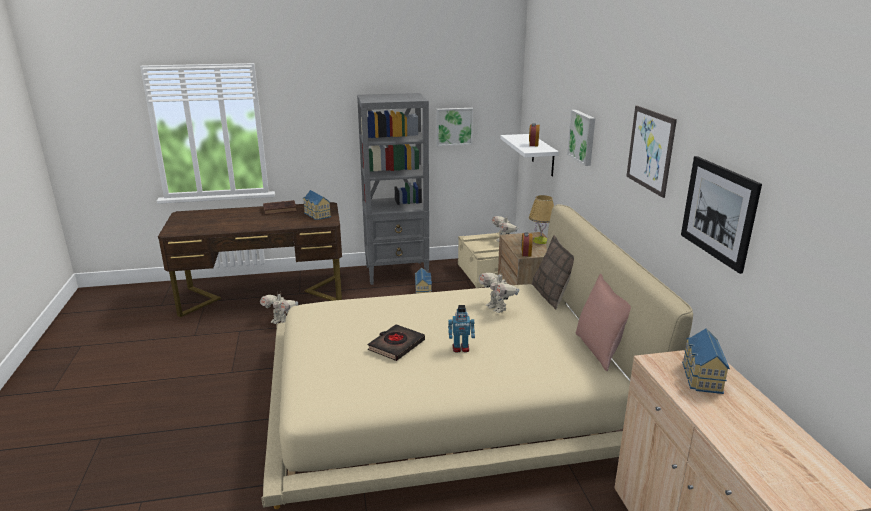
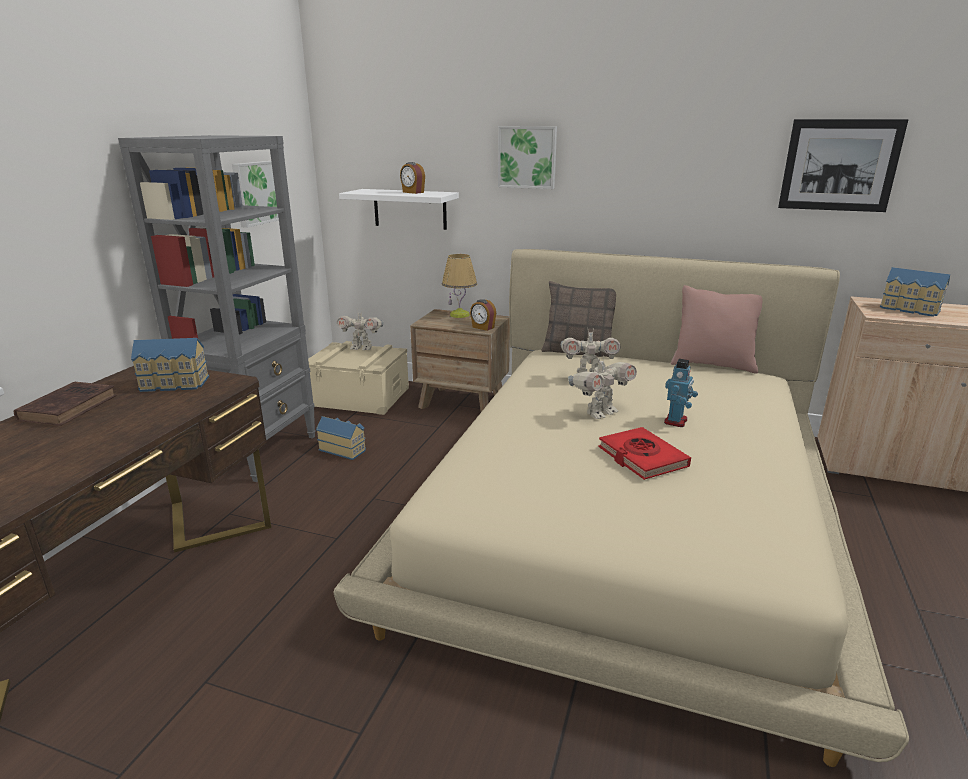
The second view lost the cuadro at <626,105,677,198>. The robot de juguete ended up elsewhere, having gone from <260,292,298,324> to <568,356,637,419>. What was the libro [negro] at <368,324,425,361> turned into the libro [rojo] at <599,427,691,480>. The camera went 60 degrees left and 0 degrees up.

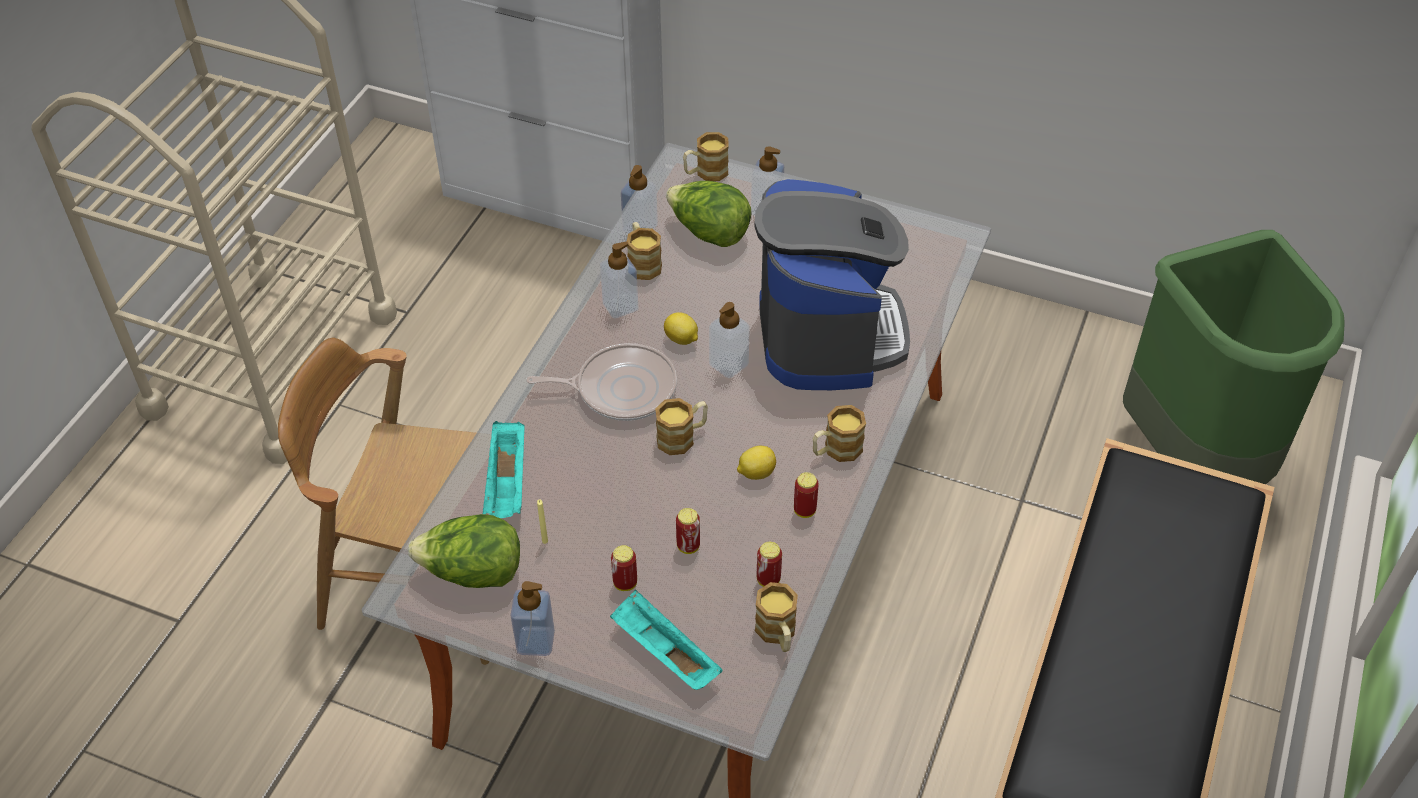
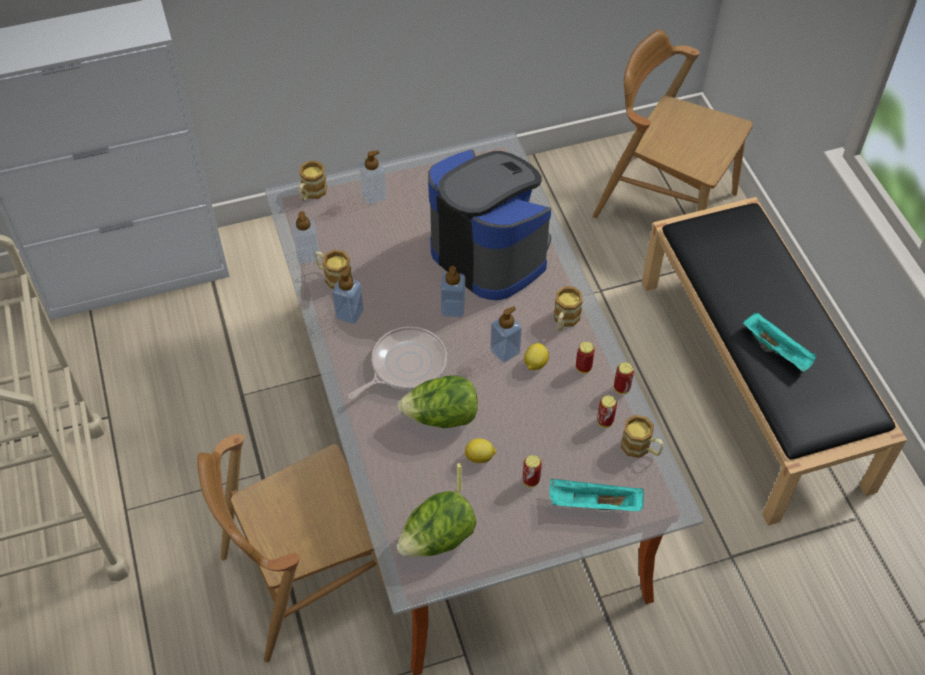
The second view lost the taza grande at <655,398,708,455>. The bandeja [turquesa] ended up elsewhere, having gone from <483,421,525,518> to <743,313,816,372>. The dispensador de jabón ended up elsewhere, having gone from <510,581,555,656> to <490,306,522,363>. The limón ended up elsewhere, having gone from <664,312,698,345> to <465,438,496,463>. The lechuga ended up elsewhere, having gone from <666,181,752,247> to <397,375,478,428>. The lata ended up elsewhere, having gone from <676,508,700,554> to <614,362,634,394>. Where the papelera [verde] stood at <1123,230,1345,484>, the silla [marrón] came to stand at <593,30,753,218>. The camera went 40 degrees left and 5 degrees up.

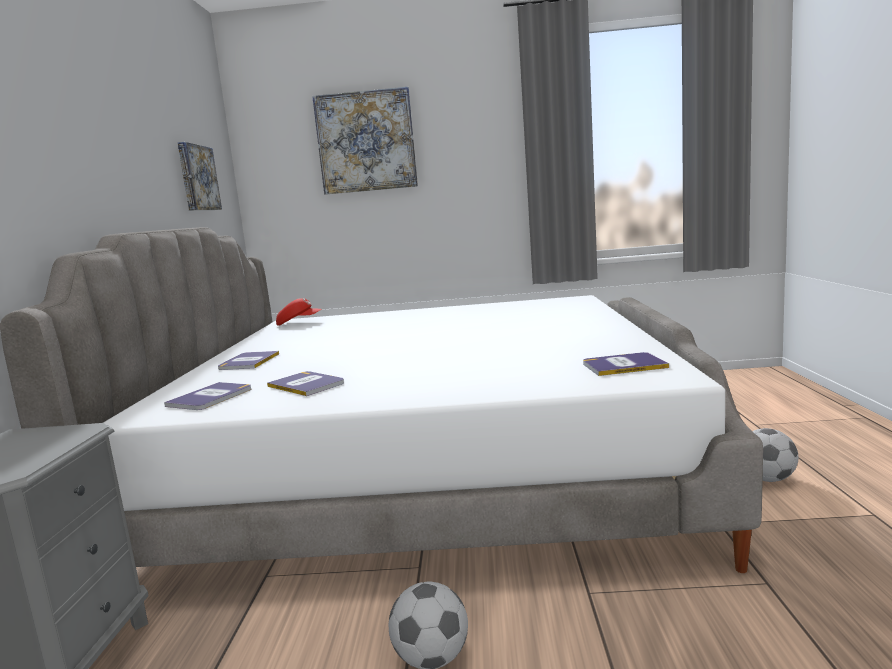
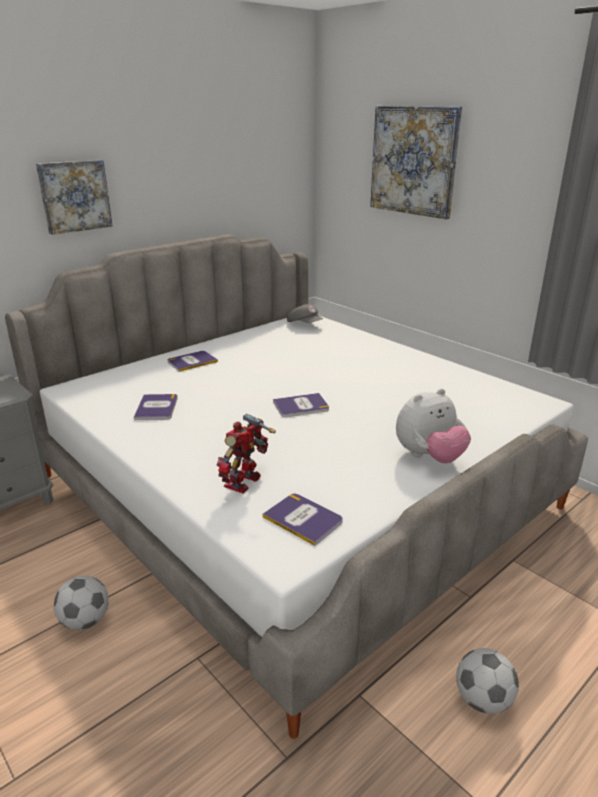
The second view gained the robot de juguete at <216,413,276,494>. The second view gained the peluche at <396,389,471,463>. The libro ended up elsewhere, having gone from <164,382,251,410> to <273,393,329,417>. The cuadro ended up elsewhere, having gone from <178,142,222,210> to <36,160,112,235>. What was the gorra [rojo] at <276,298,321,326> turned into the gorra [gris] at <287,304,323,323>. The camera went 45 degrees right and 15 degrees up.

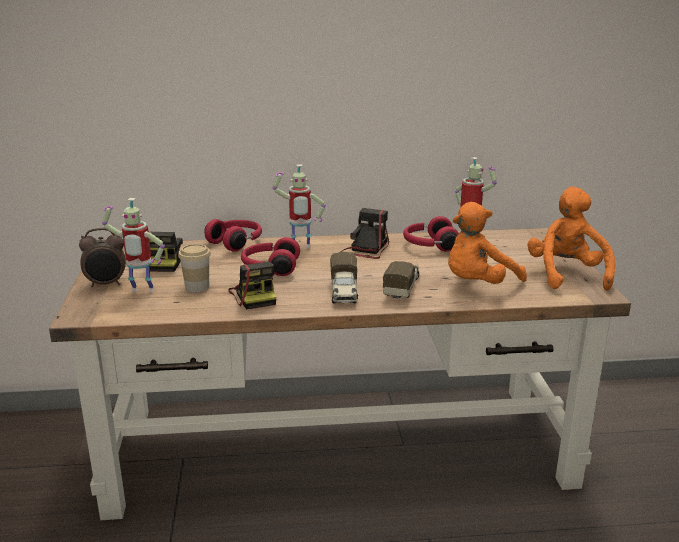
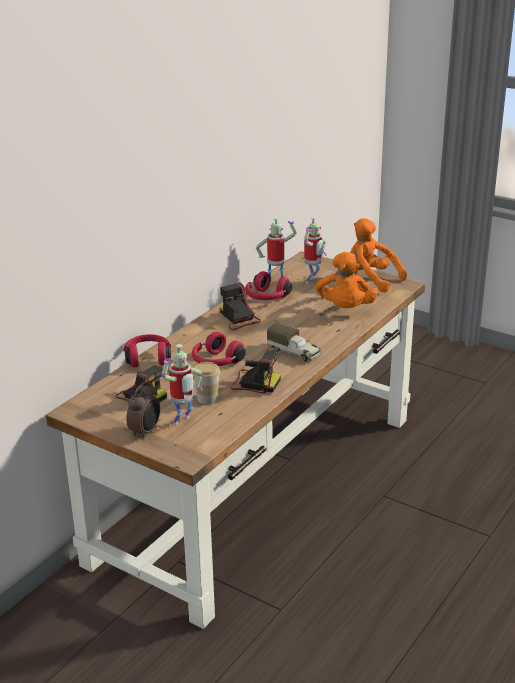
The second view lost the camión de juguete at <383,261,419,300>. The robot de juguete ended up elsewhere, having gone from <273,164,326,248> to <304,217,327,284>. The camera went 50 degrees left and 5 degrees up.

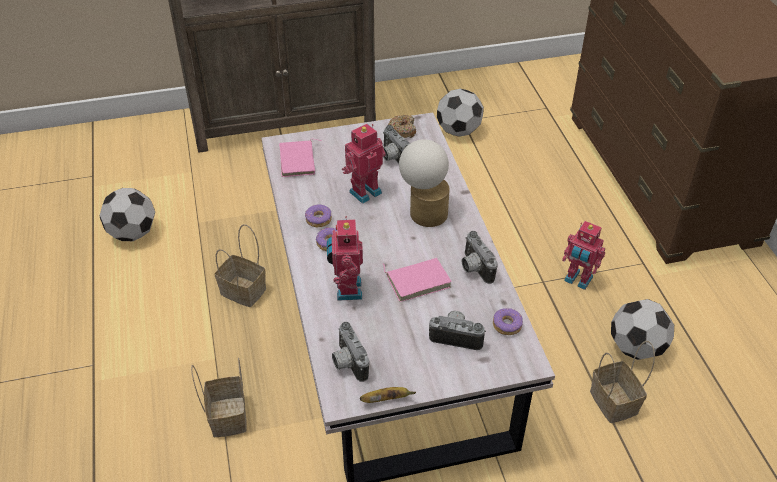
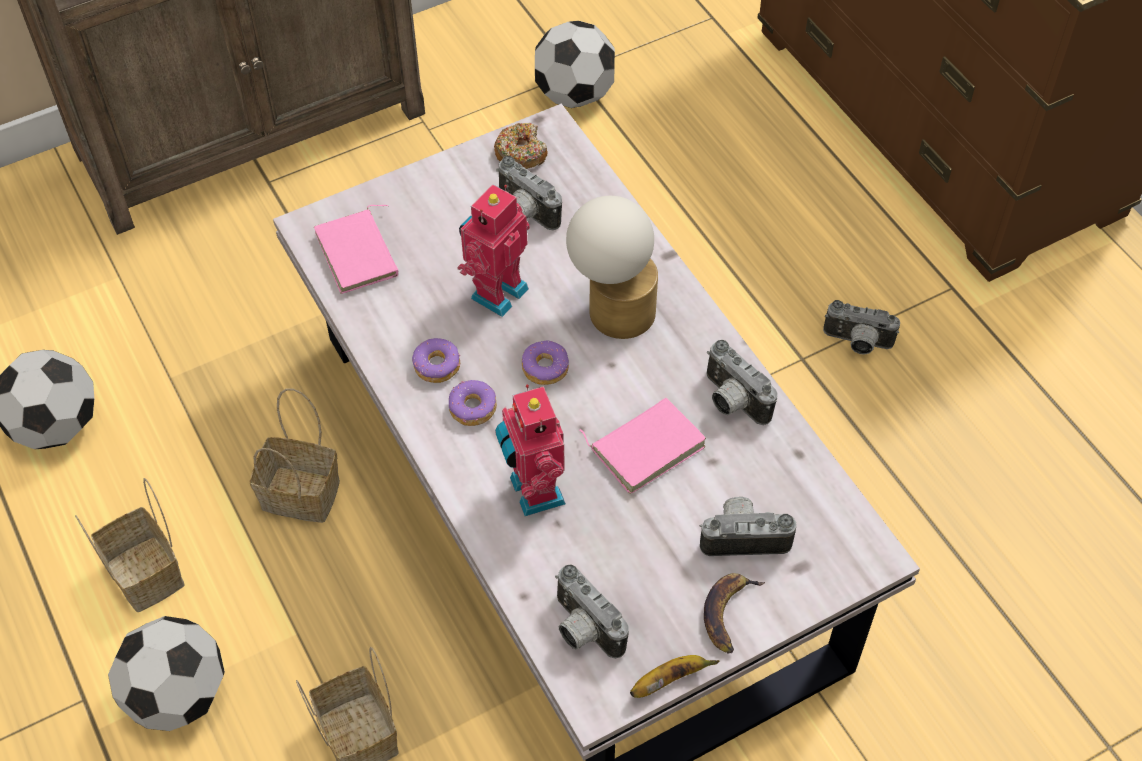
The second view gained the plátano at <704,573,765,654>. The rosquilla ended up elsewhere, having gone from <493,308,523,335> to <522,341,569,385>. The cesta ended up elsewhere, having gone from <590,341,655,423> to <75,478,185,612>. The balón de fútbol ended up elsewhere, having gone from <611,299,674,360> to <108,616,225,731>. Where the robot de juguete stood at <562,221,605,290>, the cámara came to stand at <823,300,900,355>. The camera went 15 degrees left and 10 degrees up.

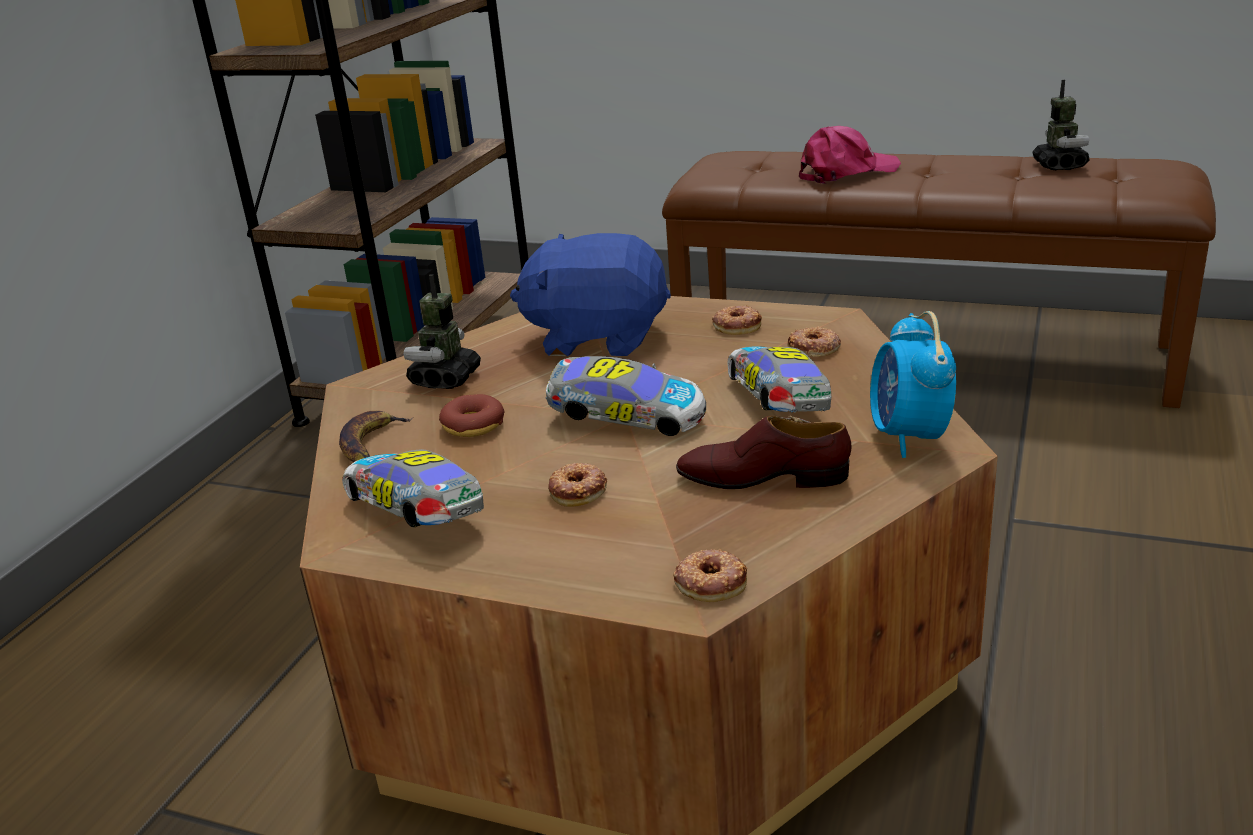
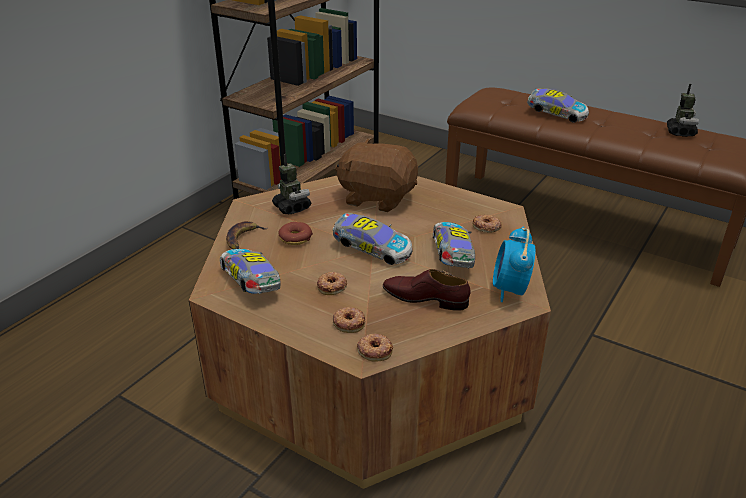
The rosquilla ended up elsewhere, having gone from <712,305,762,335> to <333,307,366,333>. Where the gorra [rosa] stood at <799,126,901,184>, the coche de juguete came to stand at <528,88,589,123>. What was the peluche [azul] at <510,233,671,357> turned into the peluche [marrón] at <335,138,418,212>. The robot de juguete at <404,275,481,389> ended up facing another way, 120 degrees clockwise from before. The camera went 10 degrees right and 5 degrees up.

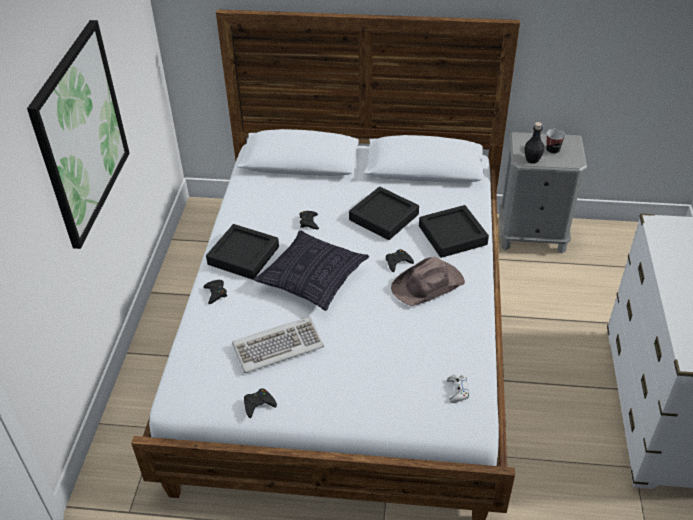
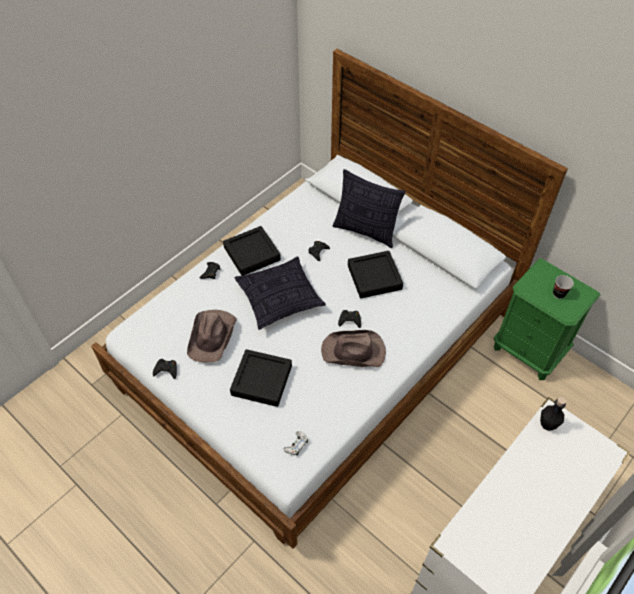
The second view lost the cuadro at <27,20,129,249>. The second view gained the cojín at <333,169,405,248>. The bandeja [negro] ended up elsewhere, having gone from <419,205,489,258> to <230,349,292,407>. The botella [negro] ended up elsewhere, having gone from <525,122,544,164> to <540,397,566,431>. Where the teclado stood at <232,317,324,373>, the sombrero [marrón] came to stand at <187,310,237,362>. What was the mesita de noche [gris] at <499,132,587,254> turned into the mesita de noche [verde] at <494,258,600,380>. The camera went 35 degrees right and 10 degrees up.

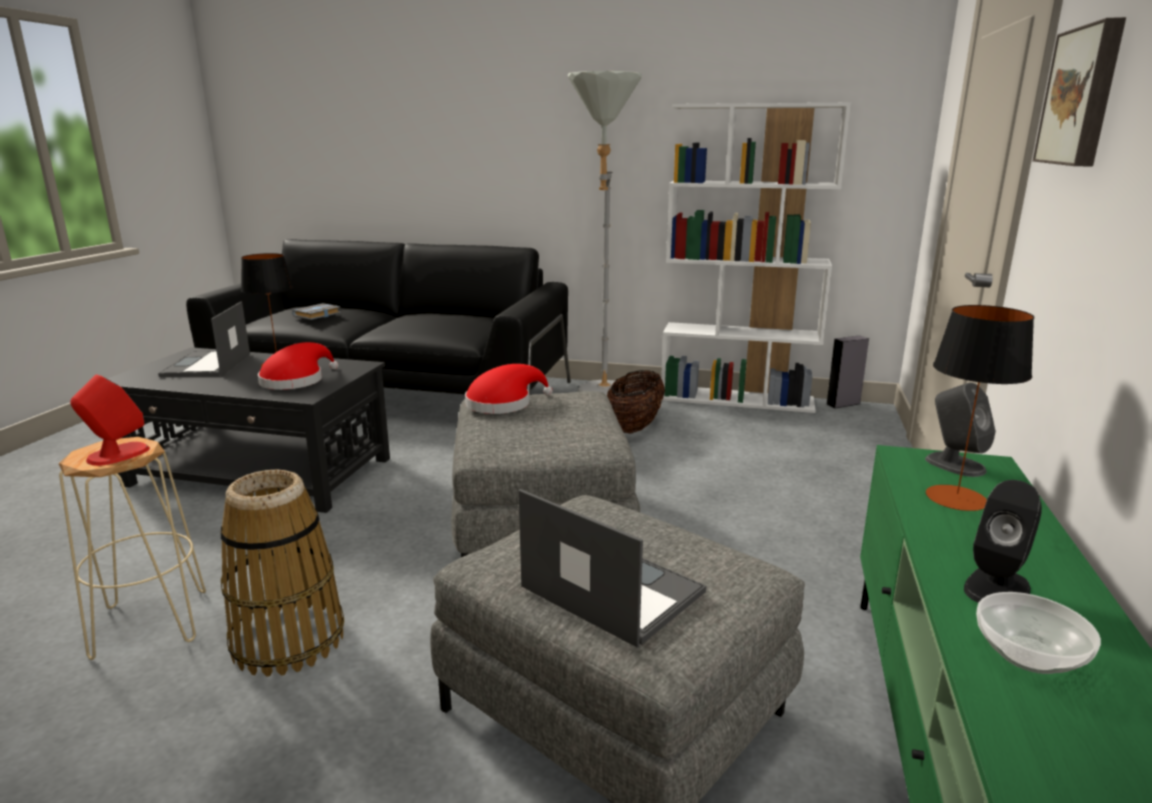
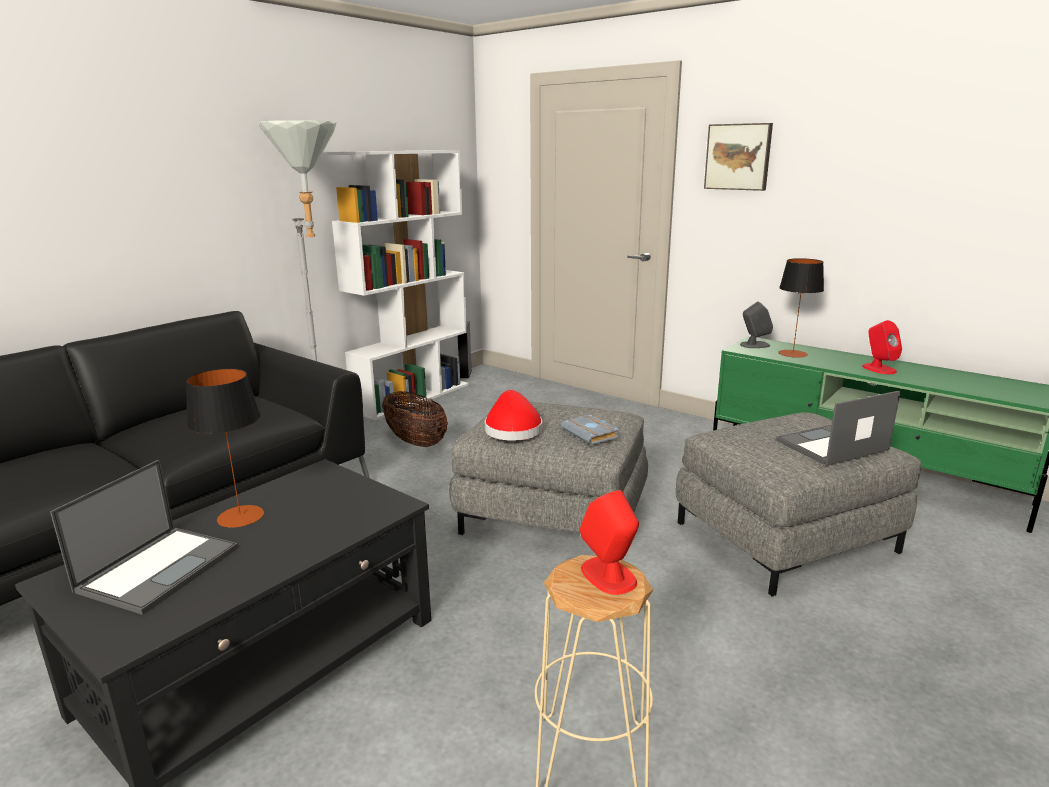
The second view lost the cesta at <221,470,344,677>. The second view lost the sombrero [rojo] at <258,342,338,390>. The second view lost the cuenco at <976,592,1101,674>. The libro [gris] ended up elsewhere, having gone from <292,303,341,320> to <561,414,620,445>. What was the altavoz [negro] at <964,480,1042,603> turned into the altavoz [rojo] at <862,320,902,374>. The portátil at <158,301,250,377> ended up facing another way, 90 degrees counterclockwise from before. The camera went 65 degrees left and 0 degrees up.

